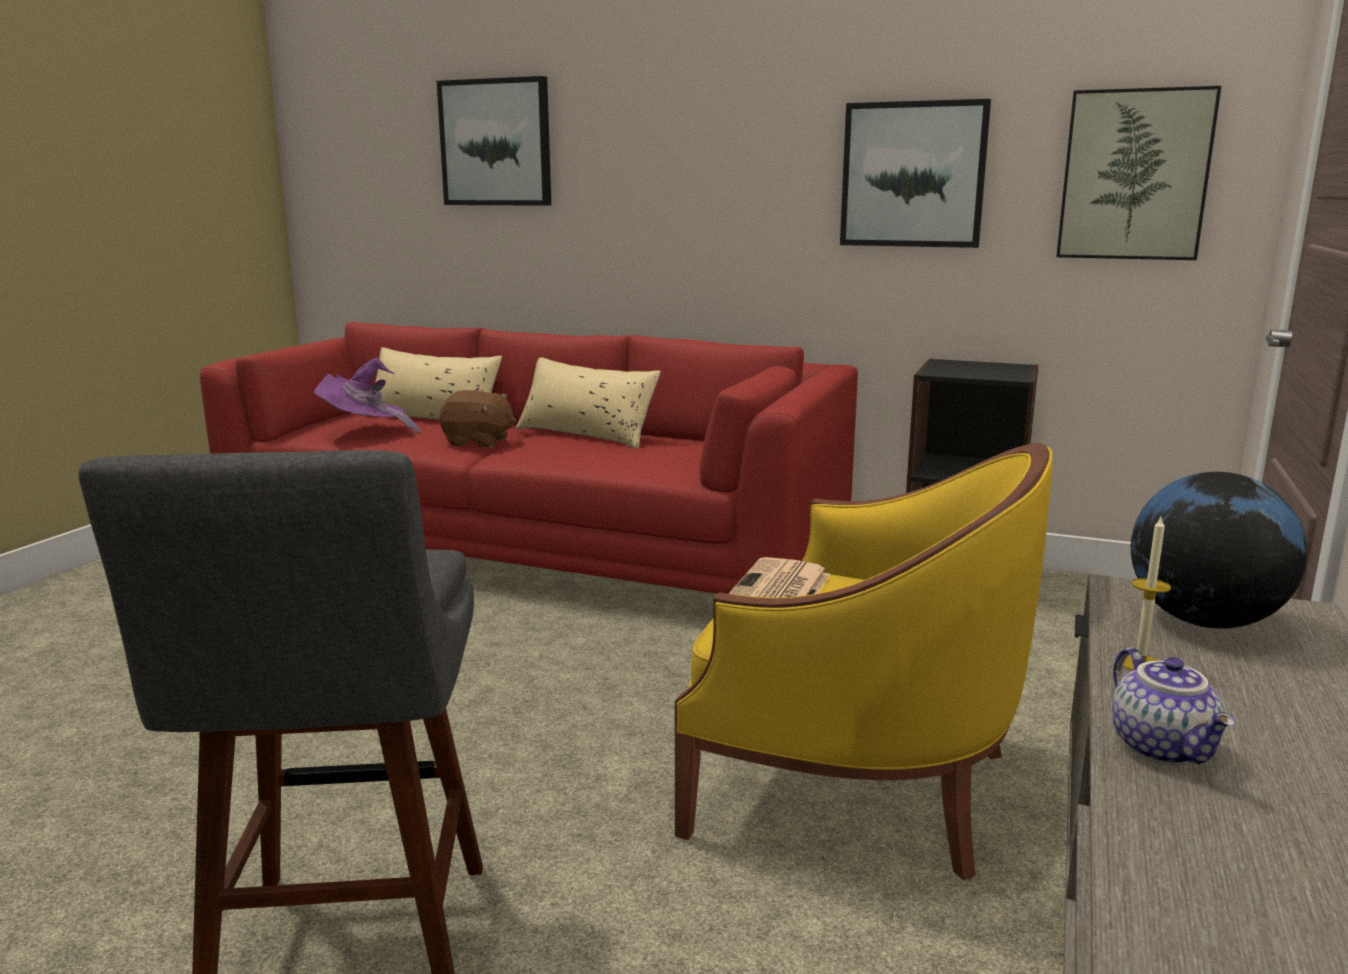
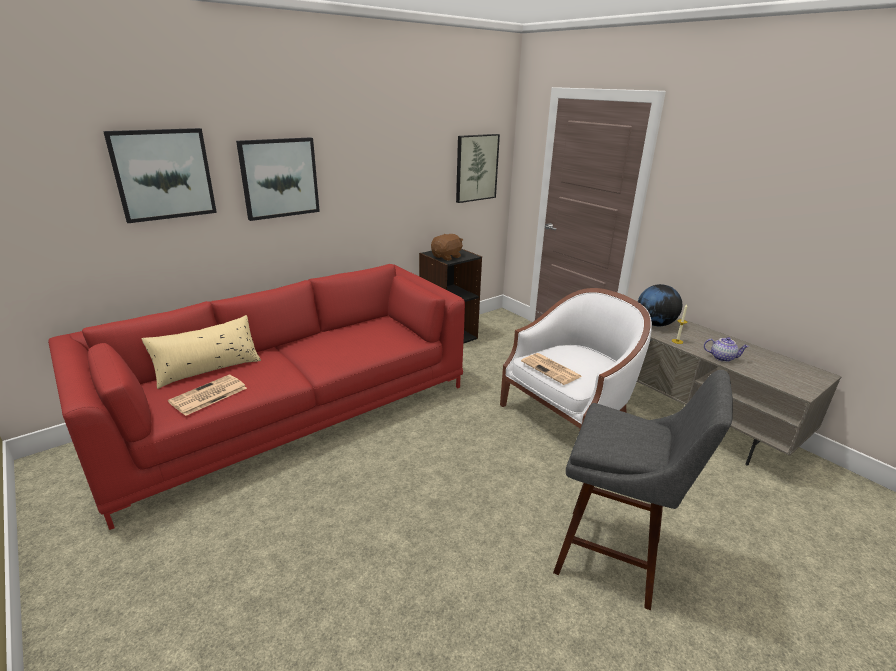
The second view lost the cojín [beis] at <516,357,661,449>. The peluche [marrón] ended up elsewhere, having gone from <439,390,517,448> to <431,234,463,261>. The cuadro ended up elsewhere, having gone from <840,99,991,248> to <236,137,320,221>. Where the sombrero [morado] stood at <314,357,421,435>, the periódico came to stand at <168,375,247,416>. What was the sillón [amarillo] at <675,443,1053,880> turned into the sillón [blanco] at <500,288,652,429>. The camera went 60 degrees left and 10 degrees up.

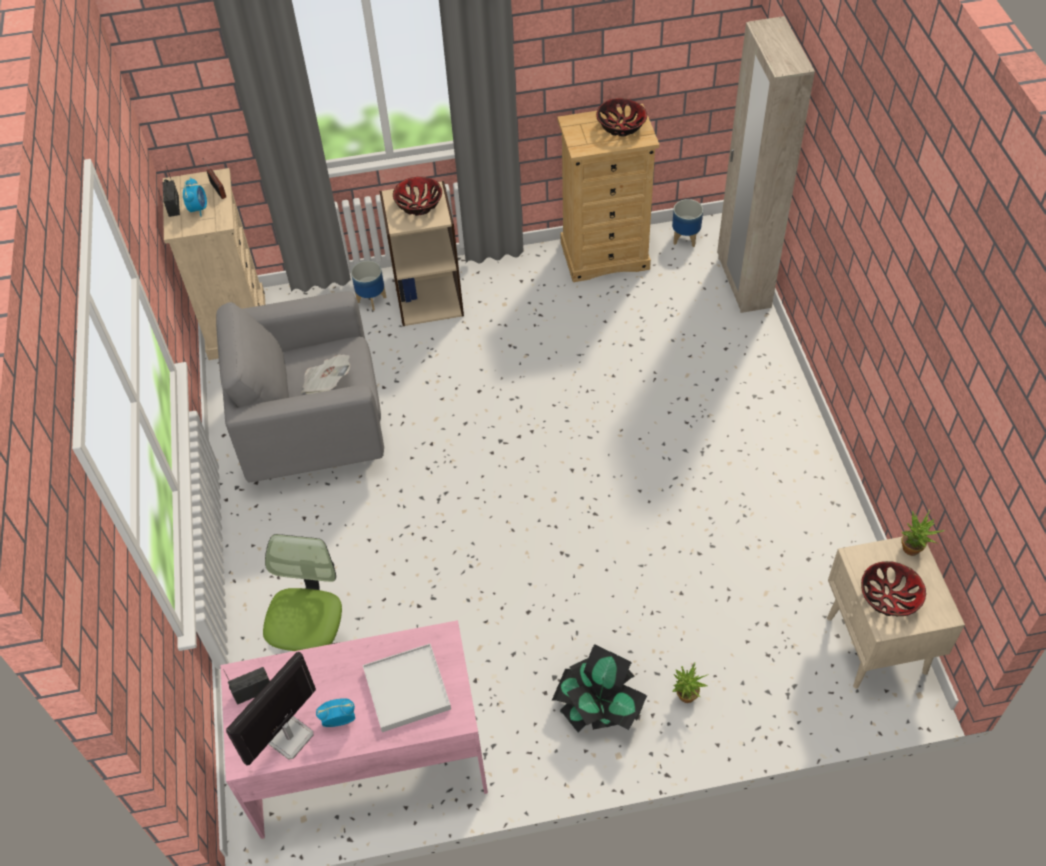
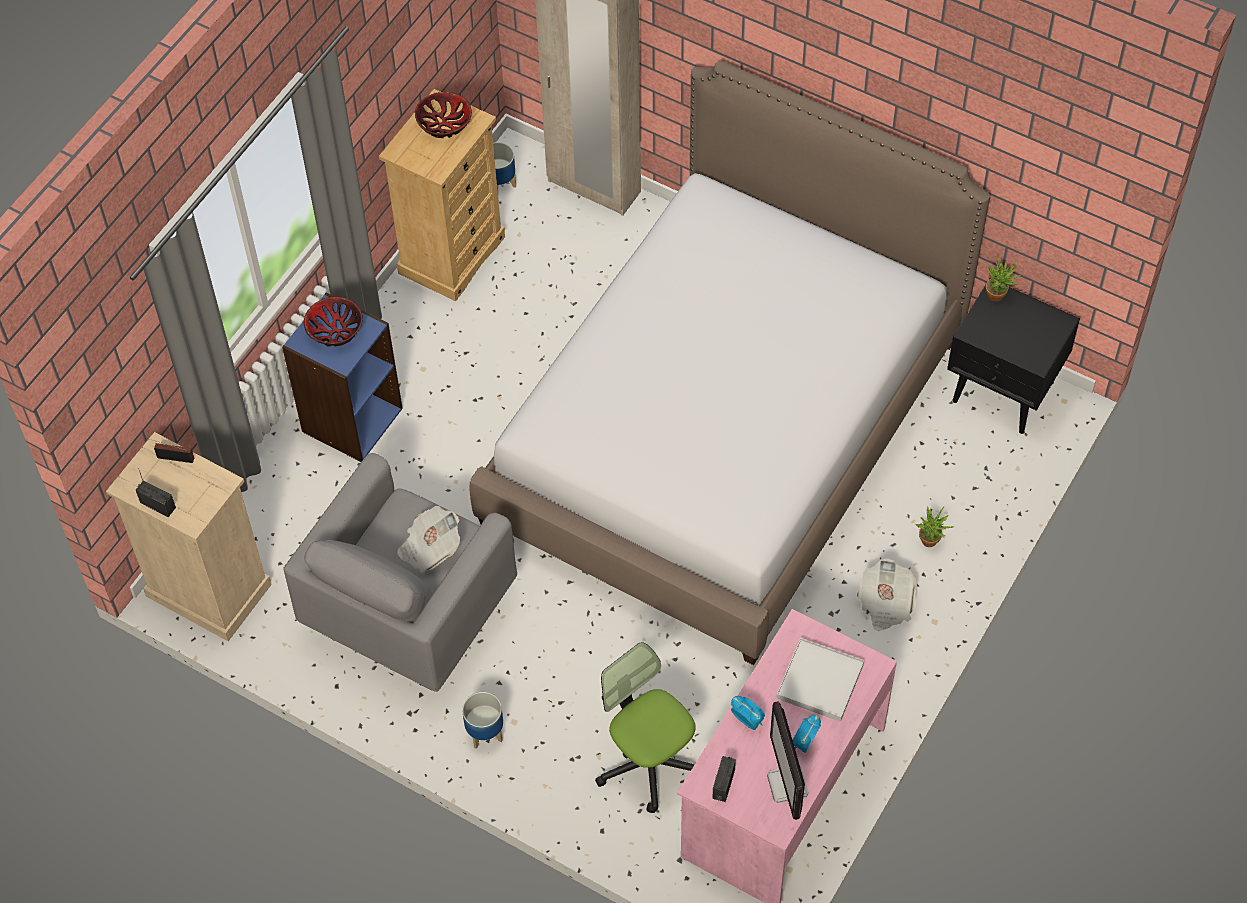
The second view lost the cuenco at <861,561,926,616>. The second view gained the cama at <470,61,990,665>. The despertador ended up elsewhere, having gone from <183,177,207,217> to <731,696,765,730>. The maceta ended up elsewhere, having gone from <351,261,387,311> to <462,692,503,749>. Where the planta en maceta stood at <552,644,647,733>, the periódico came to stand at <857,558,917,631>. What was the estantería [beis] at <379,181,464,326> turned into the estantería [azul] at <282,293,403,462>. What was the mesita de noche [beis] at <827,537,965,689> turned into the mesita de noche [negro] at <947,278,1080,434>. The camera went 50 degrees left and 5 degrees up.

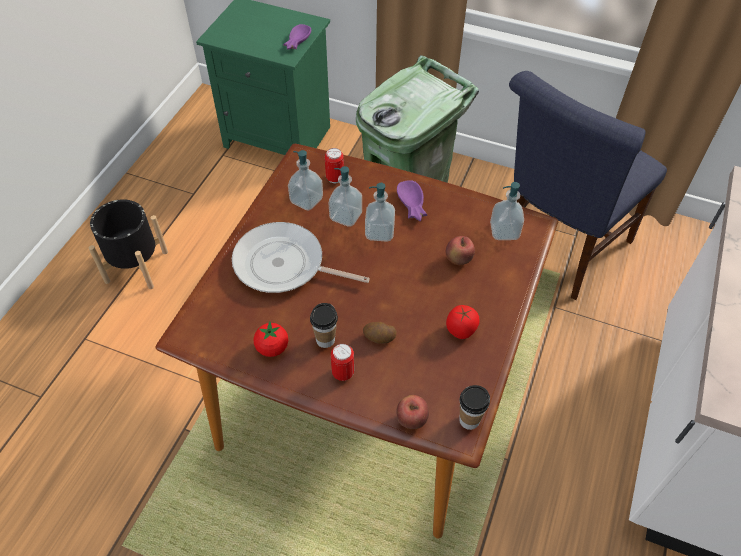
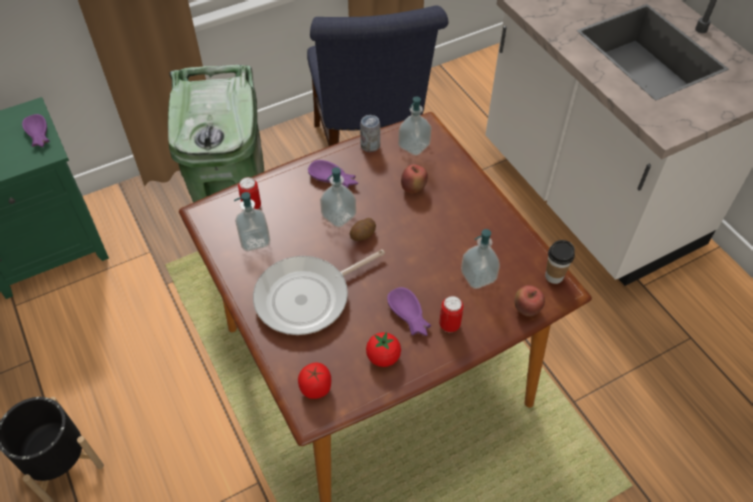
The second view gained the lata at <360,115,380,152>. The dispensador de jabón ended up elsewhere, having gone from <329,166,362,227> to <461,229,500,289>. The patata ended up elsewhere, having gone from <363,322,396,344> to <350,218,376,241>. The tomate ended up elsewhere, having gone from <446,305,480,339> to <298,362,331,399>. Where the taza stood at <310,303,338,348>, the cuenco [morado] came to stand at <387,287,431,336>. The camera went 50 degrees left and 0 degrees up.

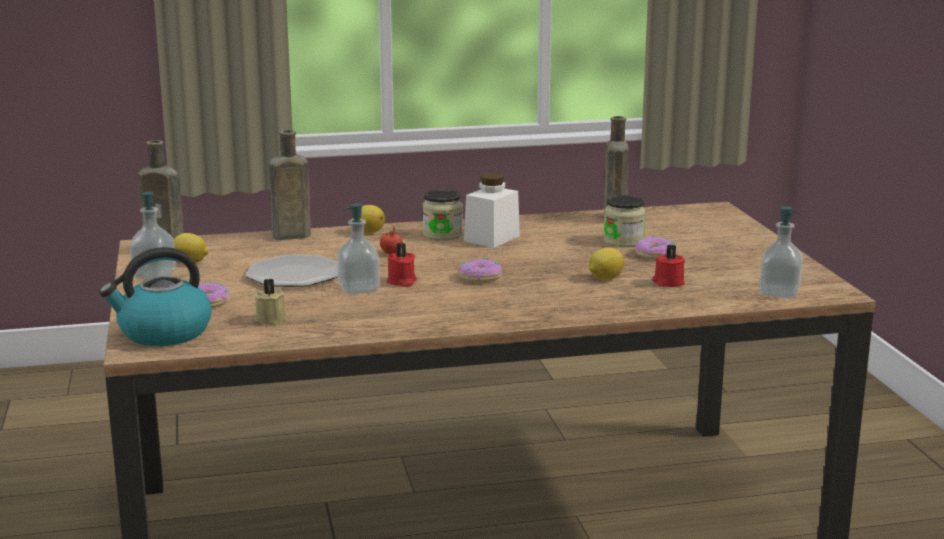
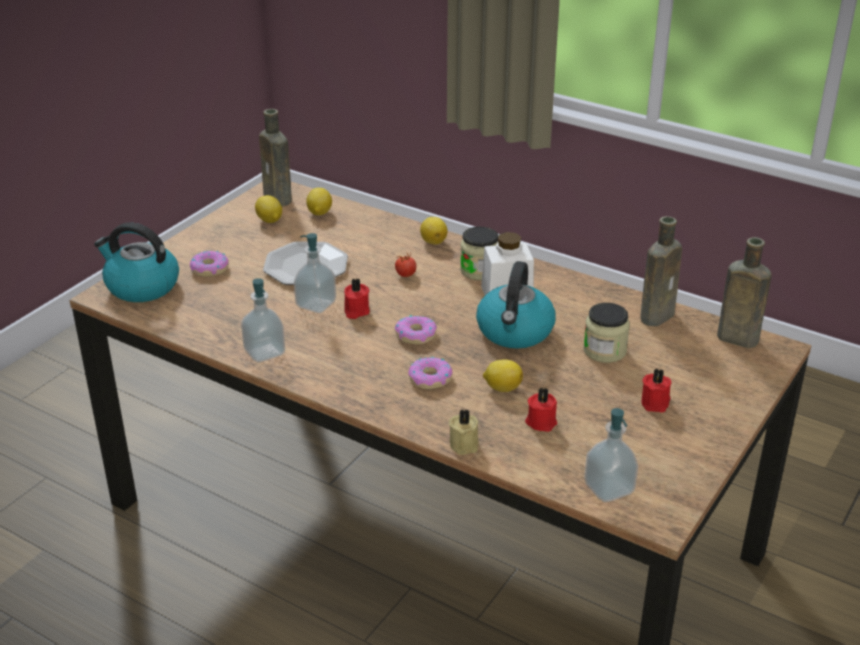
The second view gained the limón at <306,188,332,215>. The second view gained the hervidor at <476,261,556,348>. The second view gained the vela [rojo] at <641,369,672,412>. The dispensador de jabón ended up elsewhere, having gone from <130,192,176,279> to <241,278,285,362>. The vela [beis] ended up elsewhere, having gone from <254,279,288,325> to <449,408,478,455>. The botella [marrón] ended up elsewhere, having gone from <269,130,311,240> to <717,237,772,348>. The rosquilla ended up elsewhere, having gone from <635,236,674,259> to <408,357,452,389>. The camera went 45 degrees right and 15 degrees up.

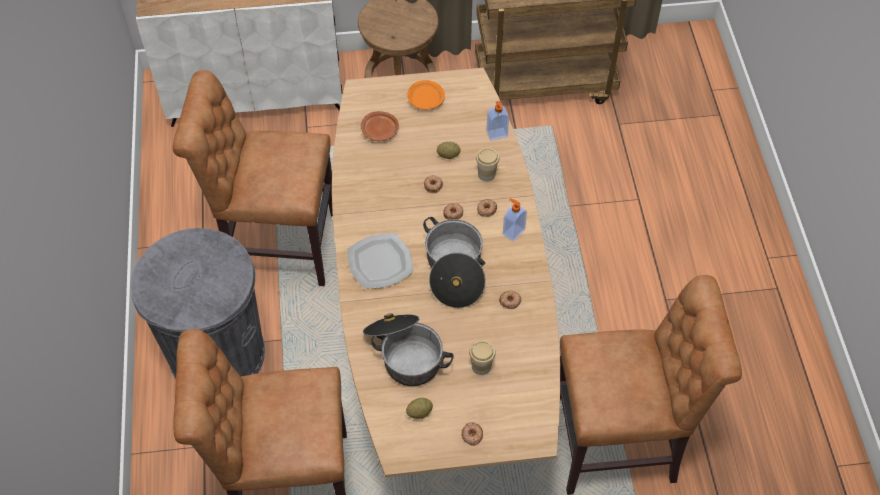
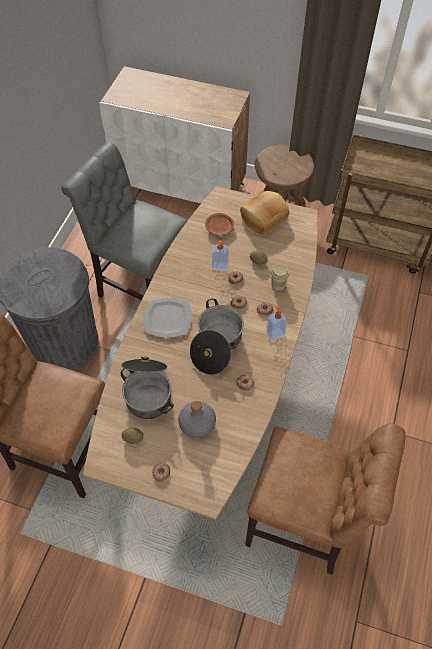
The dispensador de jabón ended up elsewhere, having gone from <486,101,509,140> to <212,240,229,271>. Where the plato [naranja] stood at <407,80,445,109>, the pan came to stand at <240,191,290,235>. Where the taza stood at <469,340,496,375>, the botella [gris] came to stand at <178,401,216,438>. What was the silla [marrón] at <173,70,333,286> turned into the silla [gris] at <61,142,188,300>. The camera went 25 degrees right and 0 degrees up.

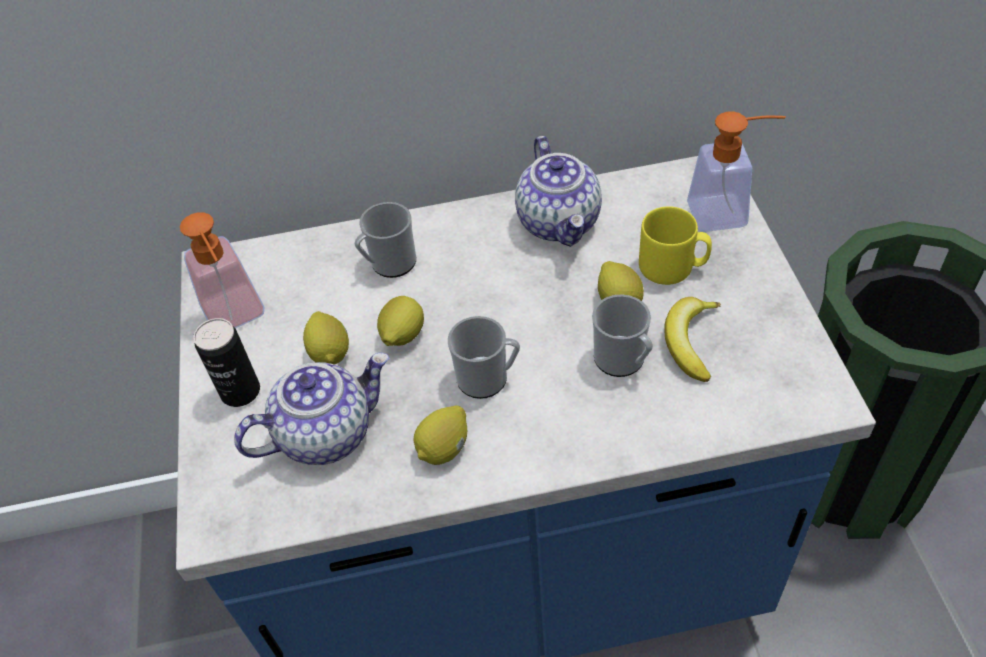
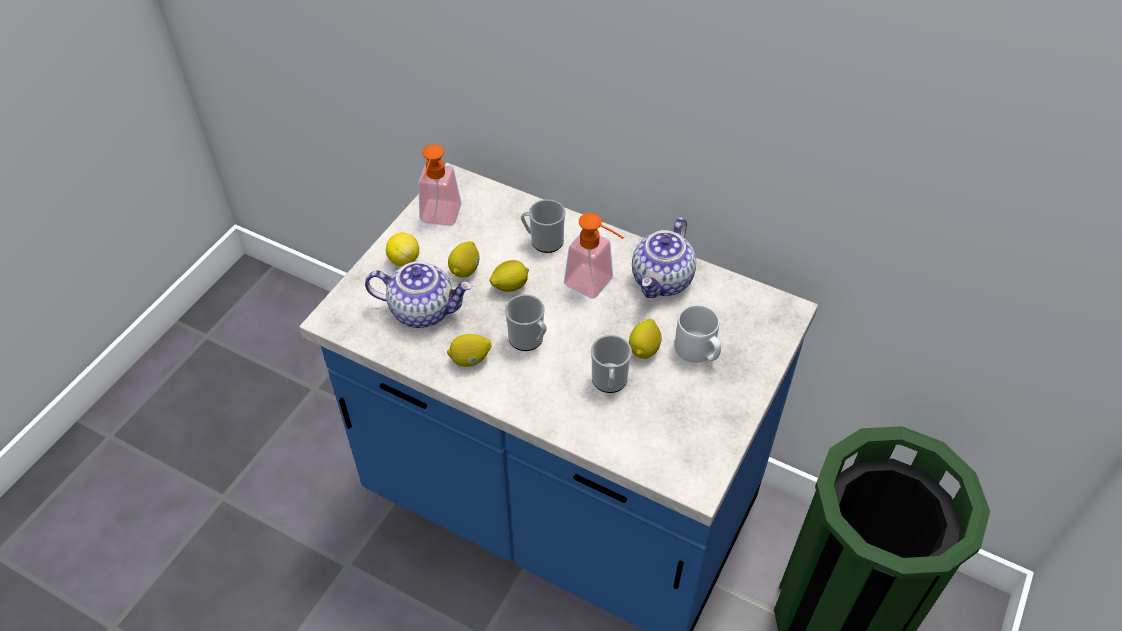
The second view lost the plátano at <665,297,721,382>. The dispensador de jabón ended up elsewhere, having gone from <687,111,786,232> to <564,213,624,299>. Where the lata stood at <193,318,260,407>, the limón came to stand at <386,232,419,266>. What was the taza grande [amarillo] at <639,206,712,285> turned into the taza grande [gris] at <675,305,721,363>. The camera went 35 degrees right and 0 degrees up.

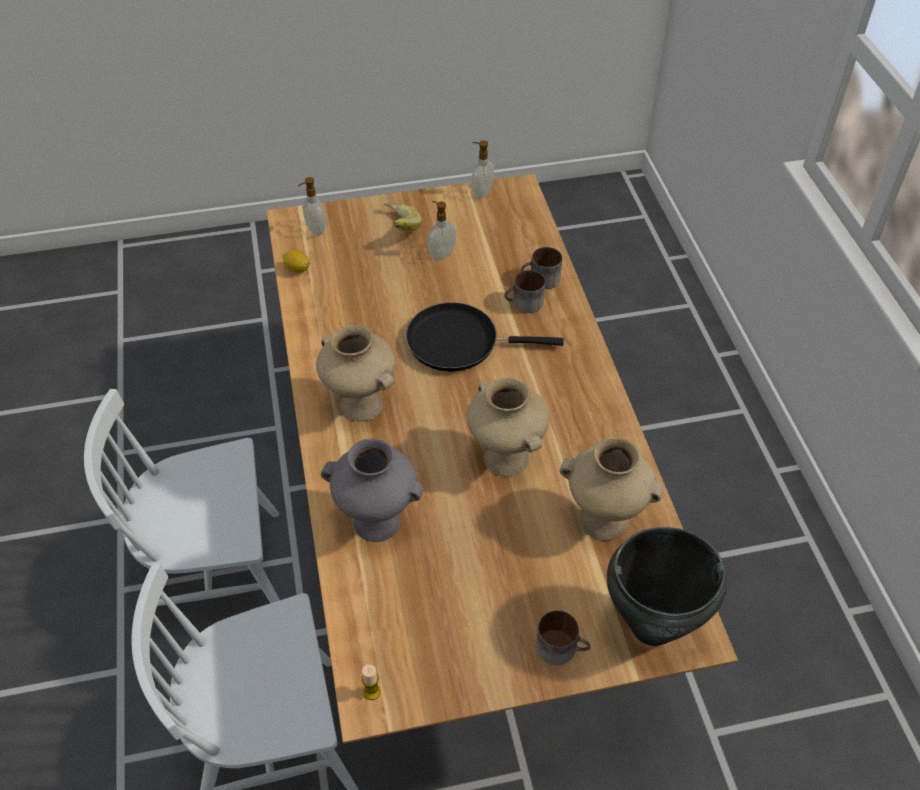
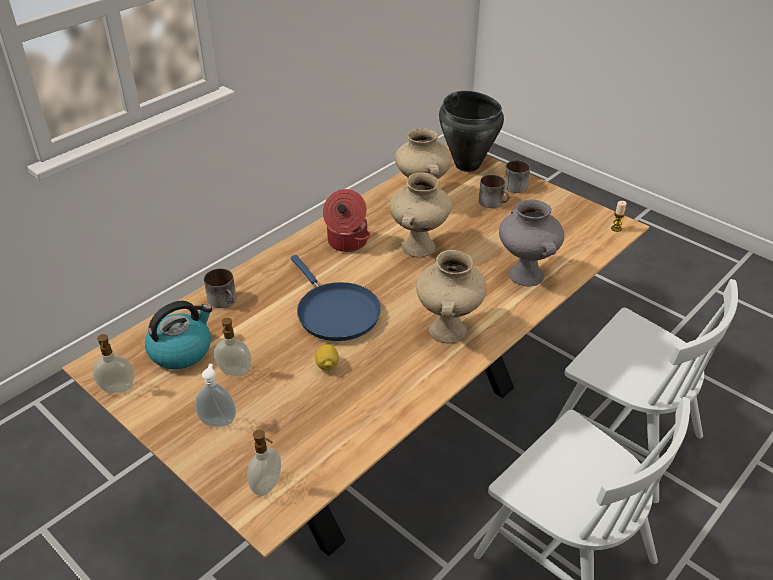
The second view gained the hervidor at <145,301,212,369>. The second view gained the olla at <323,189,370,252>. The limón ended up elsewhere, having gone from <282,250,310,273> to <315,344,339,371>. The taza grande ended up elsewhere, having gone from <504,270,546,313> to <479,175,509,208>. Where the plátano stood at <384,201,422,232>, the dispensador de jabón came to stand at <195,364,236,427>. What was the sartén [negro] at <406,302,564,371> turned into the sartén [azul] at <291,255,381,341>. The camera went 125 degrees left and 10 degrees down.

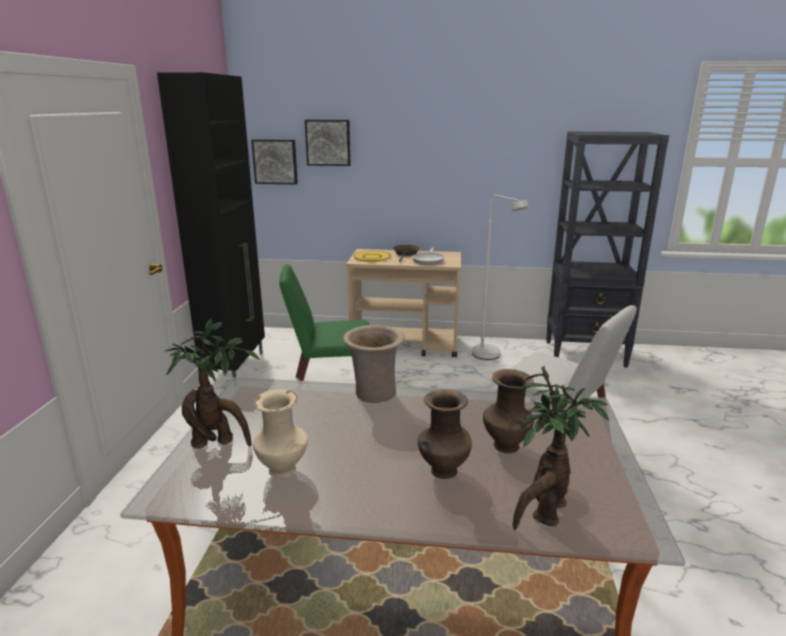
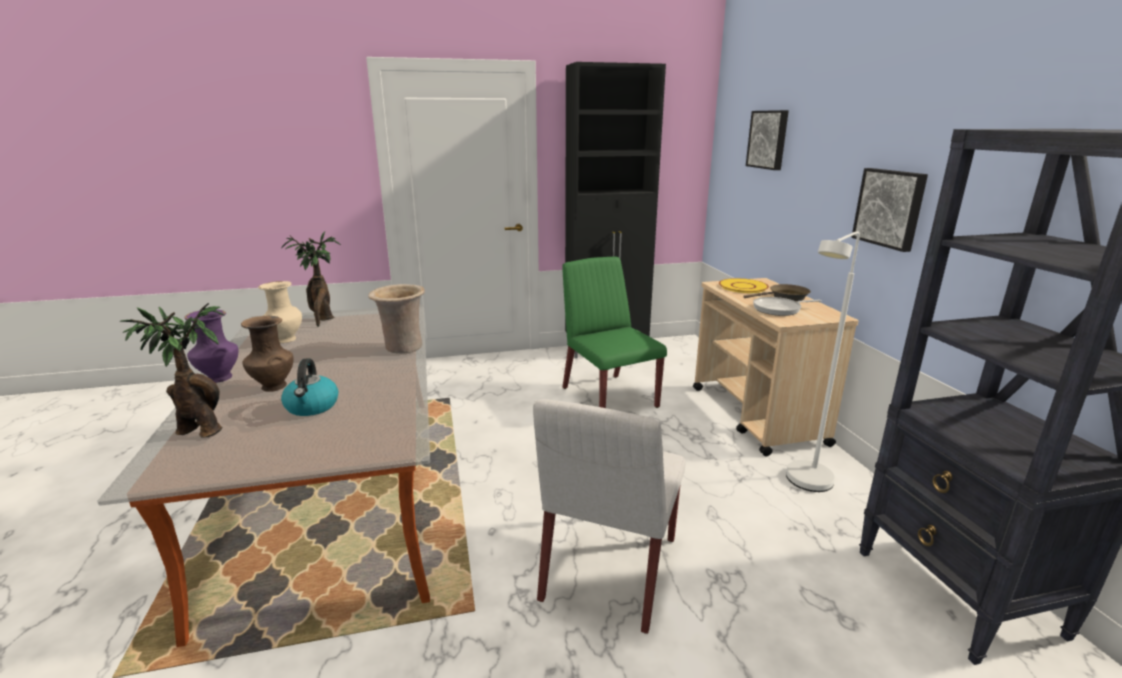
The second view gained the florero [morado] at <184,309,238,383>. The cuadro ended up elsewhere, having gone from <251,139,298,184> to <851,168,928,252>. Where the florero [marrón] stood at <483,369,534,453>, the hervidor came to stand at <281,358,338,416>. The camera went 70 degrees right and 0 degrees up.

